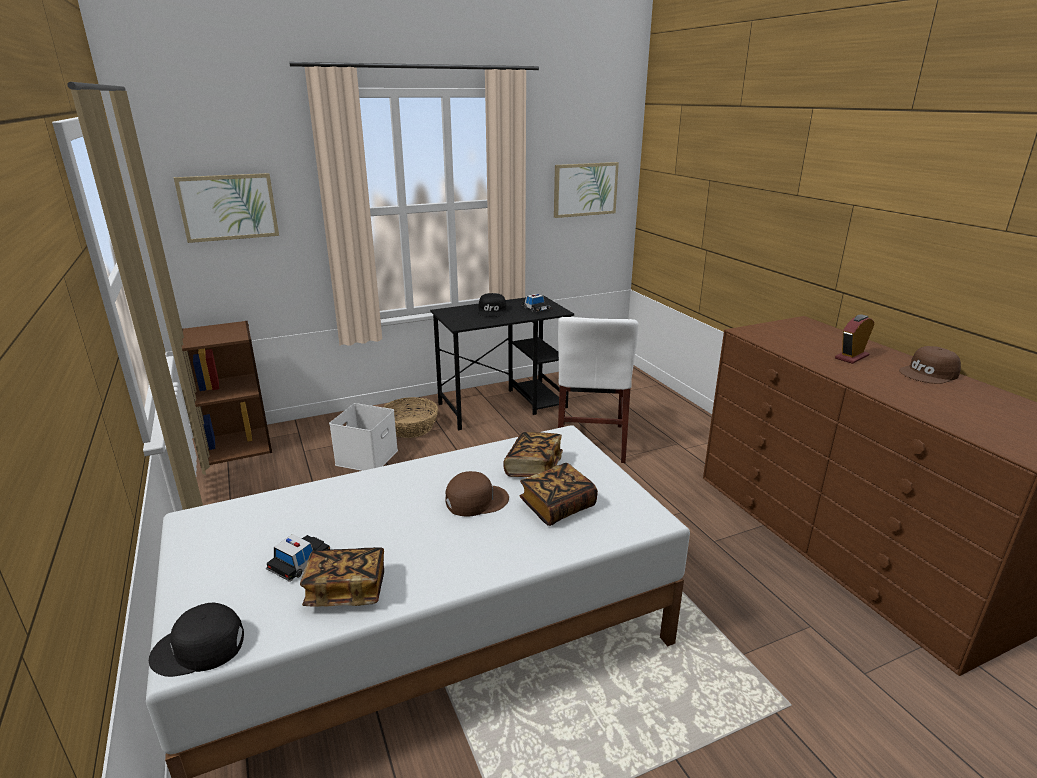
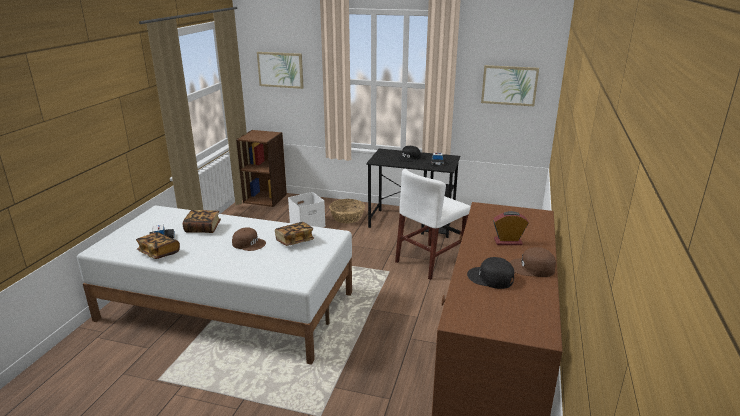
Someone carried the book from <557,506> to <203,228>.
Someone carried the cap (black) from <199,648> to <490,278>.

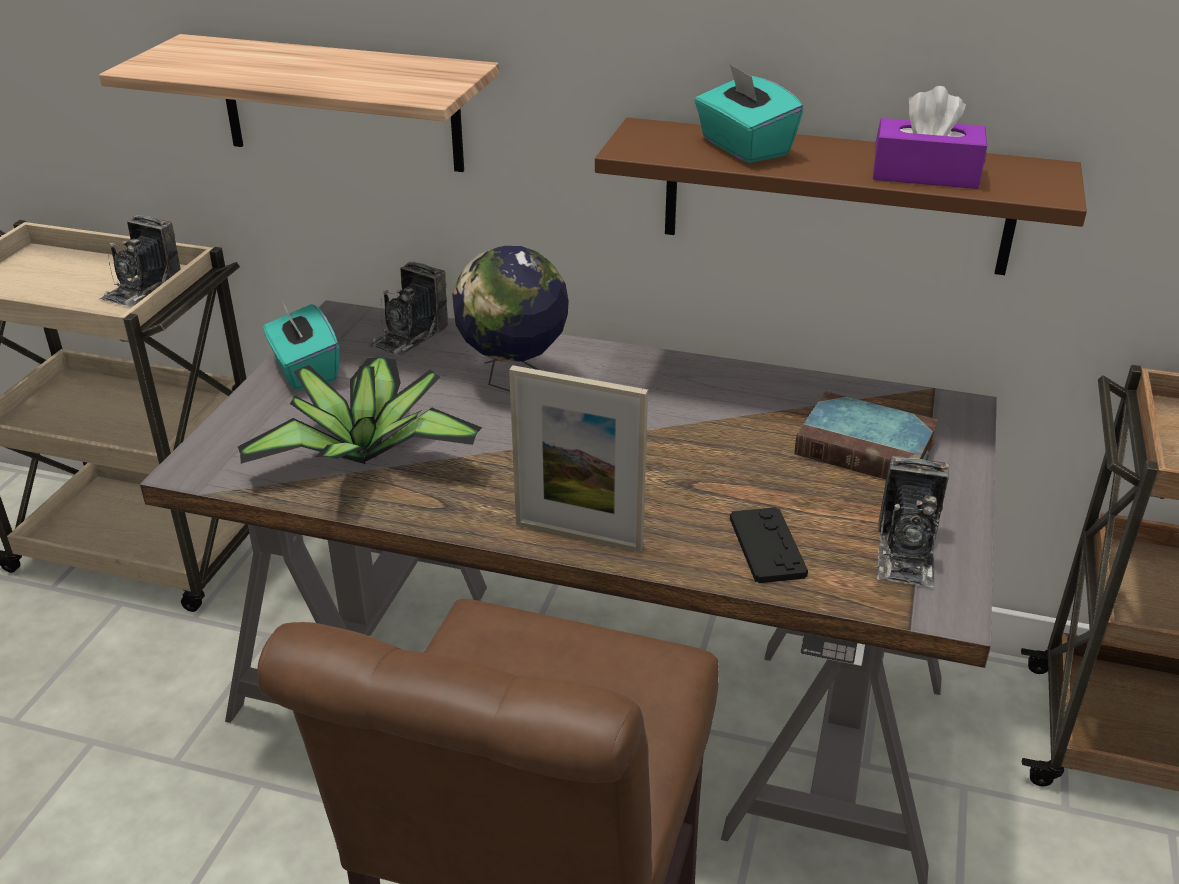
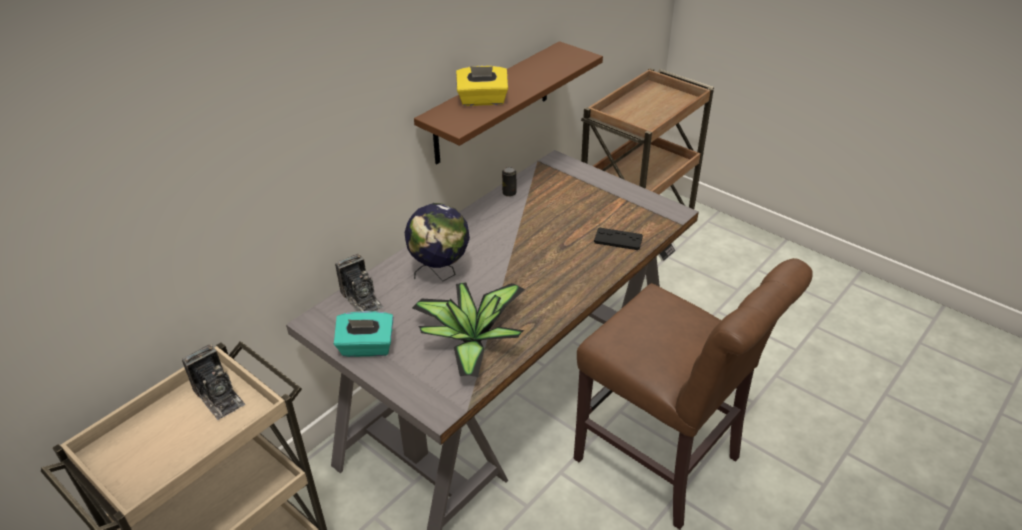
Someone took away the bracket shelf at <340,103>.
Someone repainted the tissue holder (blue-green) at <743,147>, which became the tissue holder (yellow-coloured) at <482,100>.
Someone took away the tissue holder (purple) at <925,174>.
Someone took away the photo frame at <578,535>.
Someone took away the book at <868,448>.
Someone took away the photo camera at <906,552>.
Someone put down the metal can at <509,193>.

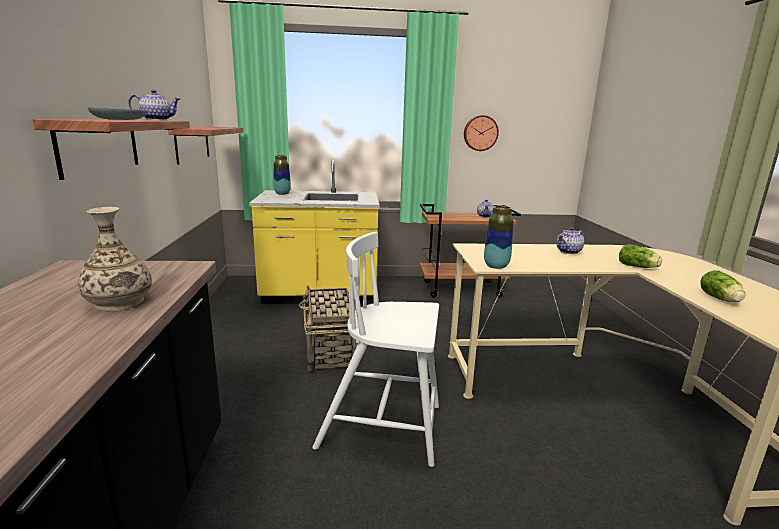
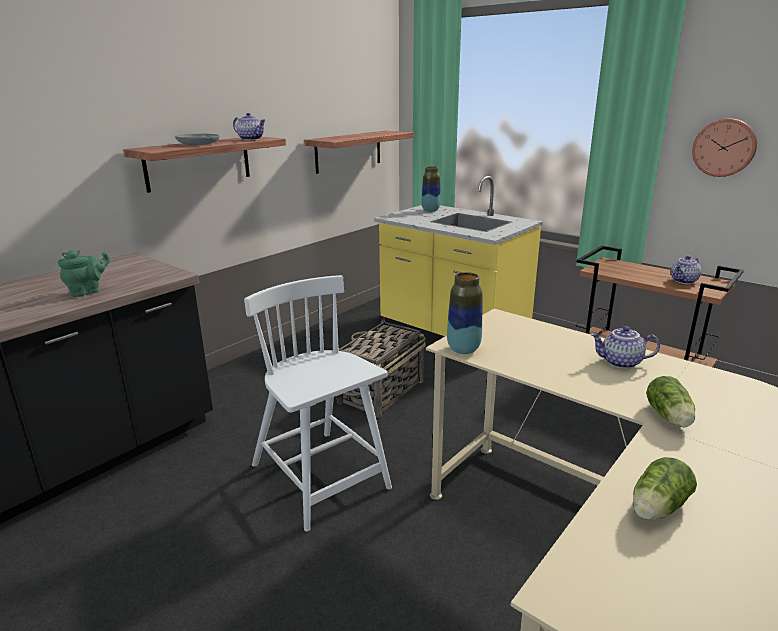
Someone swapped the decorative vase at <119,302> for the teapot (greenish) at <88,292>.

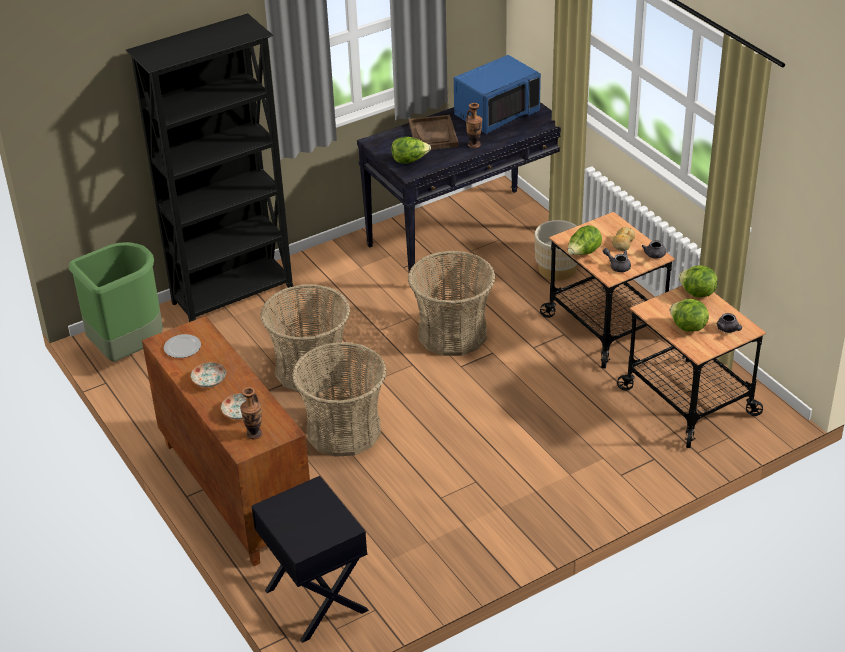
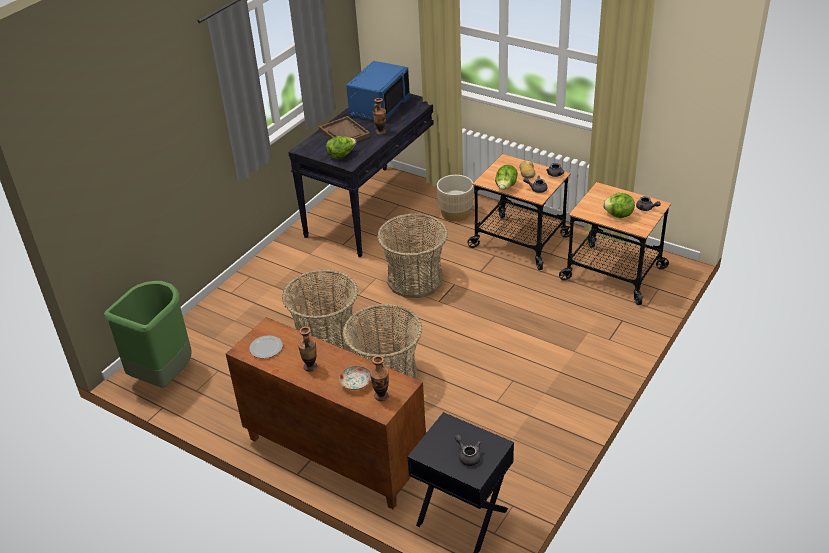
Someone took away the shelving unit (black) at <234,296>.
Someone took away the lettuce head at <697,293>.
Someone swapped the flat dish at <209,381> for the decorative vase at <310,366>.
Someone put down the teapot (grey) at <468,456>.

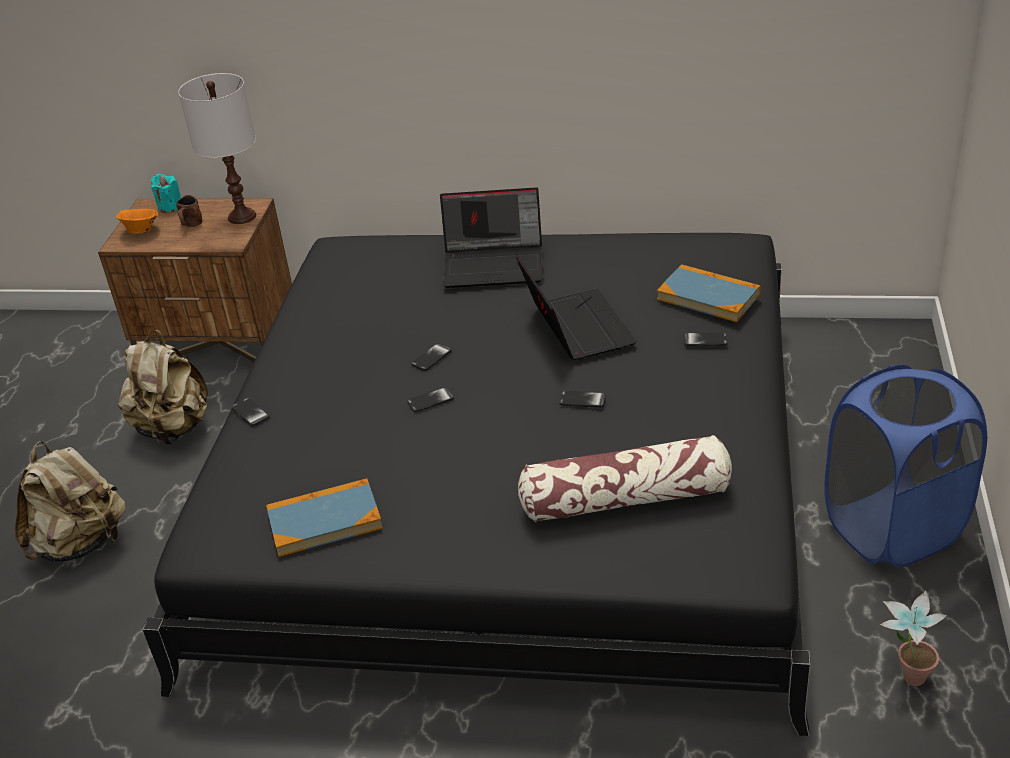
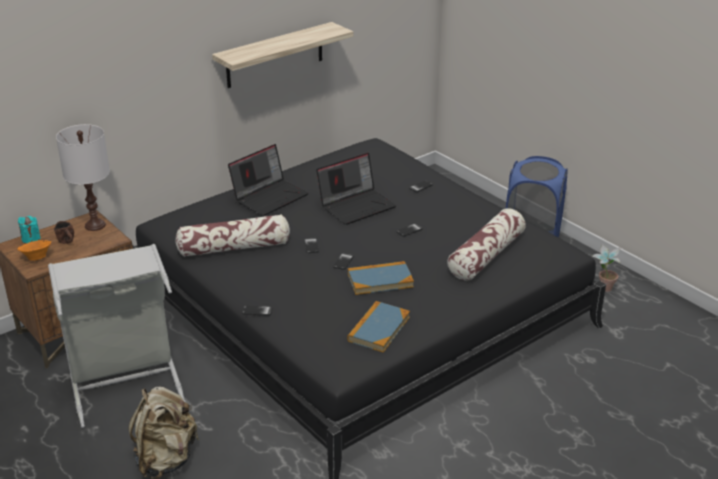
Someone rotated the portable computer at <574,327> by 120 degrees clockwise.
Someone carried the book from <708,297> to <380,280>.
Someone swapped the knapsack (beige) at <173,428> for the washing basket (grey) at <125,381>.
Someone put up the bracket shelf at <275,55>.
Someone put down the cushion at <234,247>.

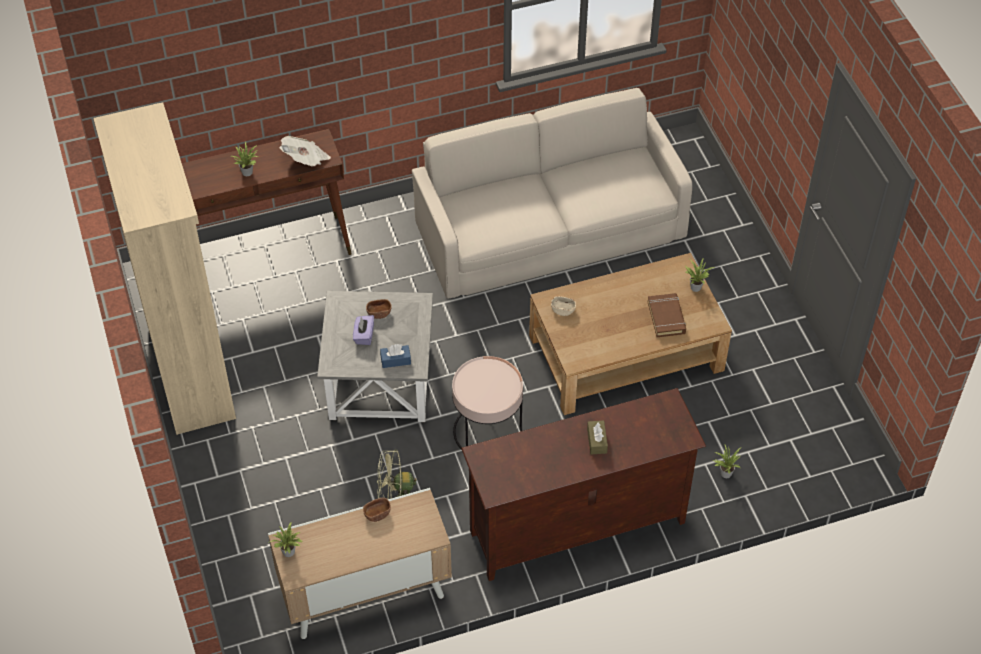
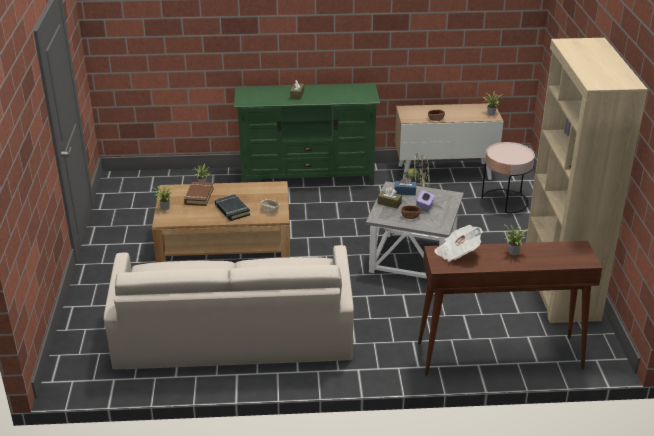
Someone carried the side table (pink-coloured) from <487,431> to <504,201>.
Someone repainted the tv unit (brown-coloured) at <577,528>, which became the tv unit (greenish) at <307,177>.
Someone put down the tissue holder (brown-coloured) at <389,203>.
Someone put down the book (black) at <232,210>.

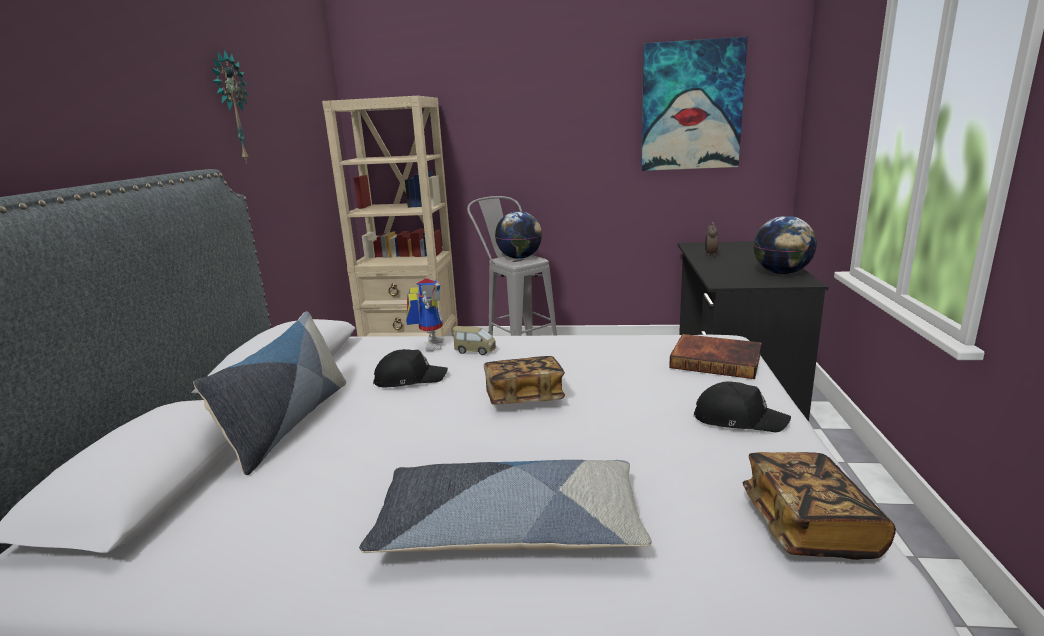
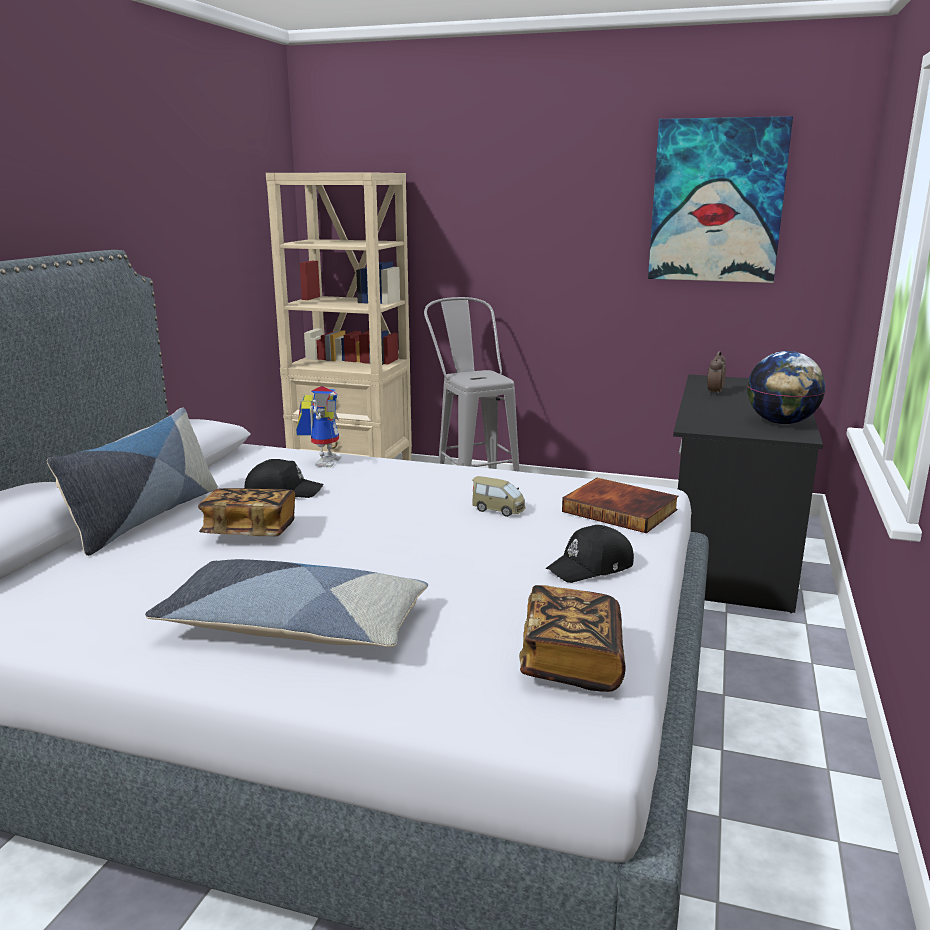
Someone took away the wall clock at <231,108>.
Someone took away the globe at <520,258>.
Someone carried the toy car from <475,350> to <498,510>.
Someone carried the book from <524,397> to <250,531>.
Someone rotated the cap (black) at <738,419> by 120 degrees clockwise.

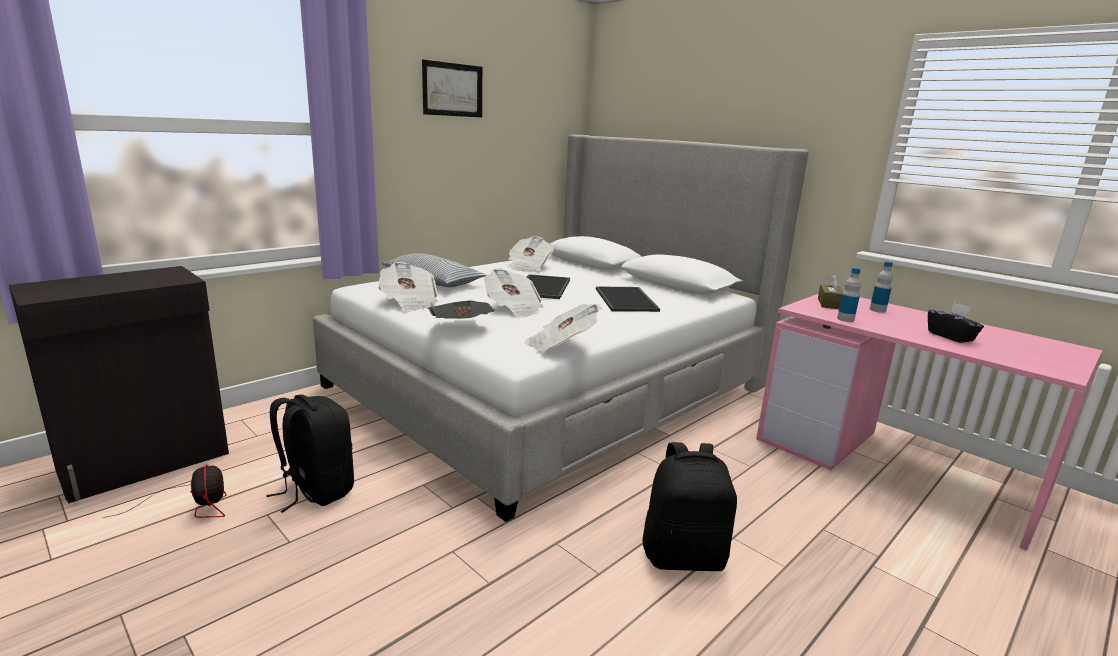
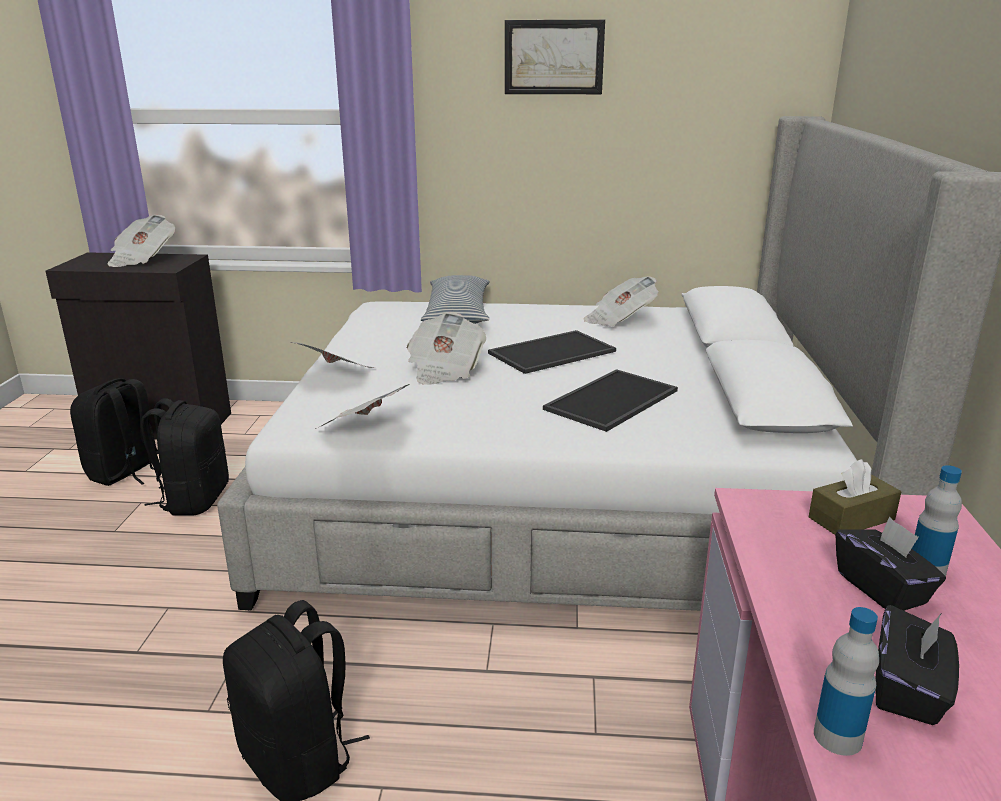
Someone carried the printed paper from <409,302> to <142,259>.
Someone carried the drink bottle from <845,319> to <837,737>.
Someone swapped the cooling fan at <194,505> for the knapsack (black) at <125,472>.
Someone put down the tissue holder (black) at <882,588>.

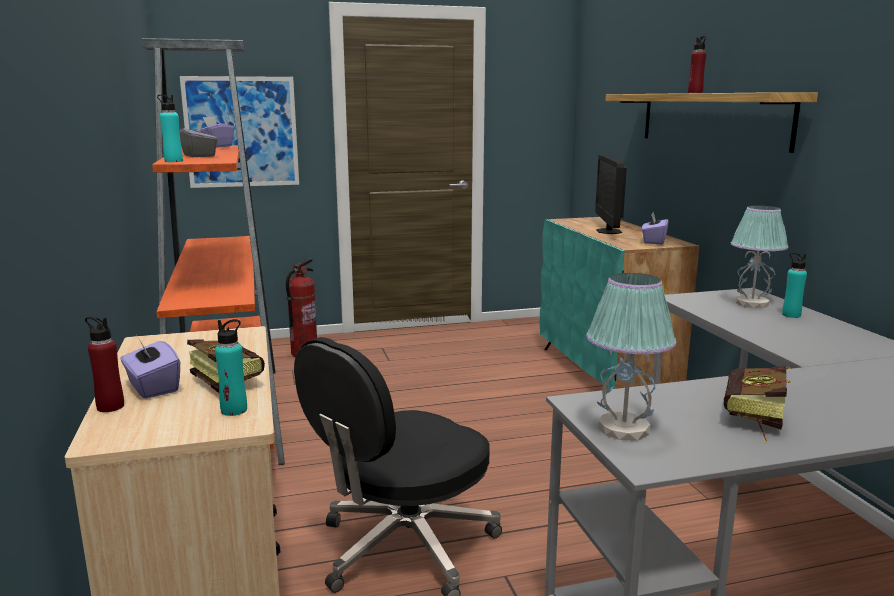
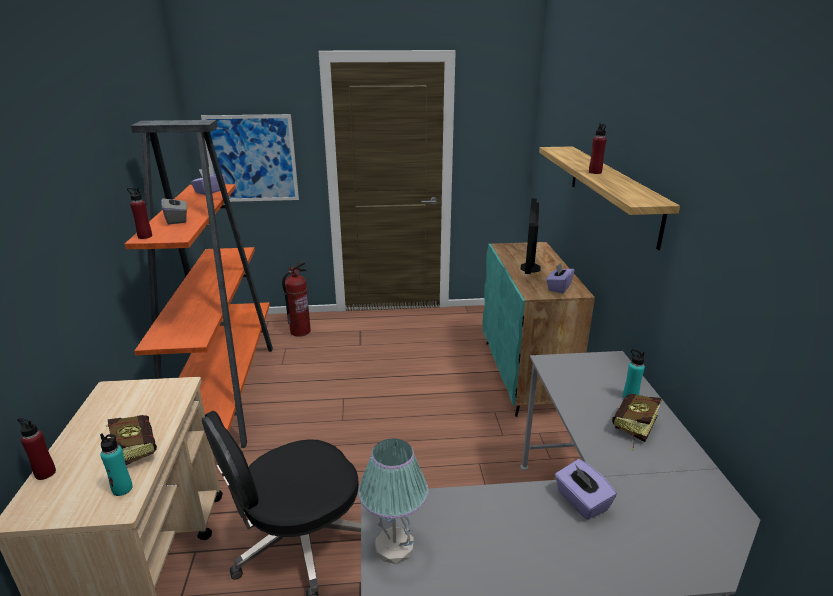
Someone repainted the drink bottle (blue-green) at <173,161>, which became the drink bottle (reddish) at <145,236>.
Someone took away the table lamp at <751,304>.
Someone carried the tissue holder (purple) from <152,387> to <581,501>.
Someone carried the book from <752,420> to <632,430>.

